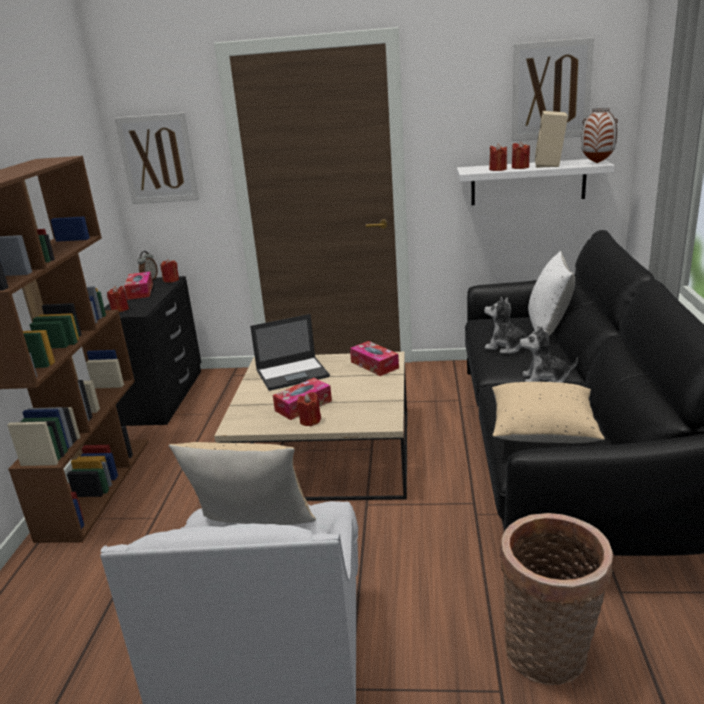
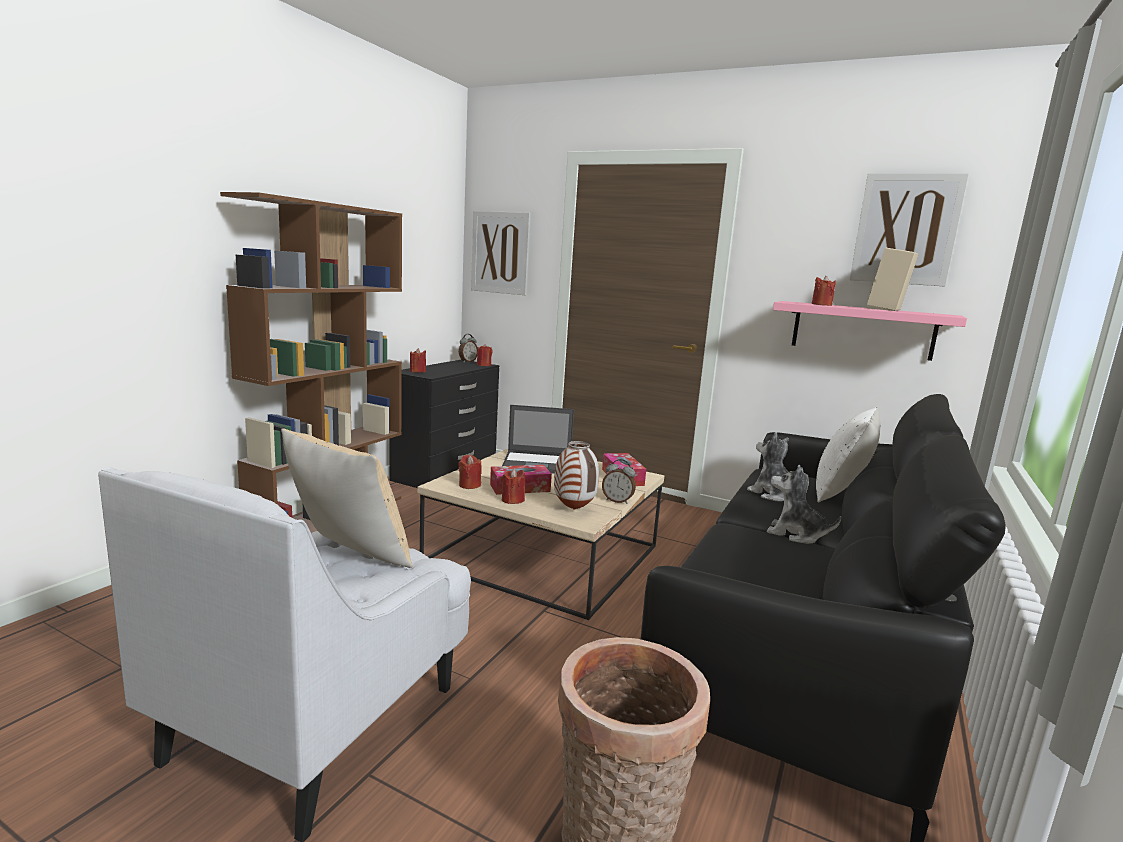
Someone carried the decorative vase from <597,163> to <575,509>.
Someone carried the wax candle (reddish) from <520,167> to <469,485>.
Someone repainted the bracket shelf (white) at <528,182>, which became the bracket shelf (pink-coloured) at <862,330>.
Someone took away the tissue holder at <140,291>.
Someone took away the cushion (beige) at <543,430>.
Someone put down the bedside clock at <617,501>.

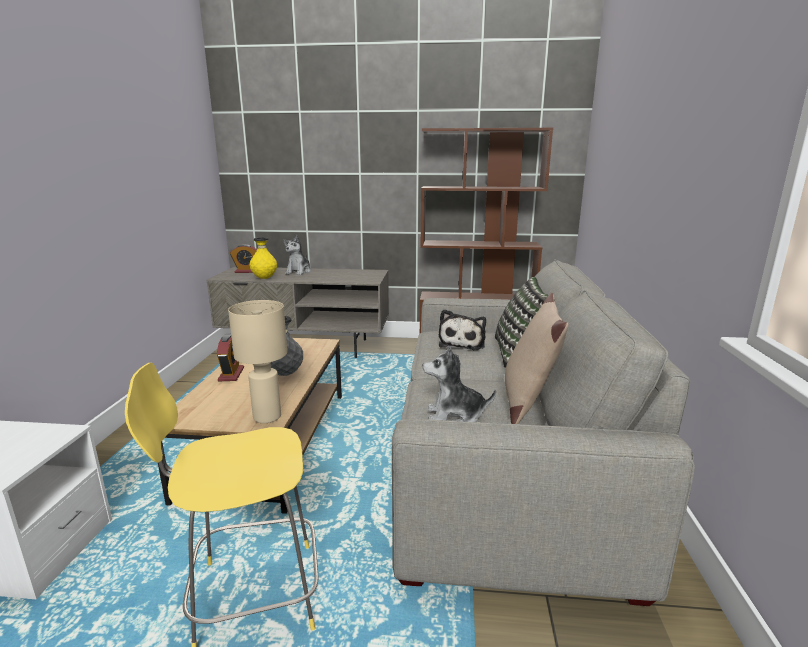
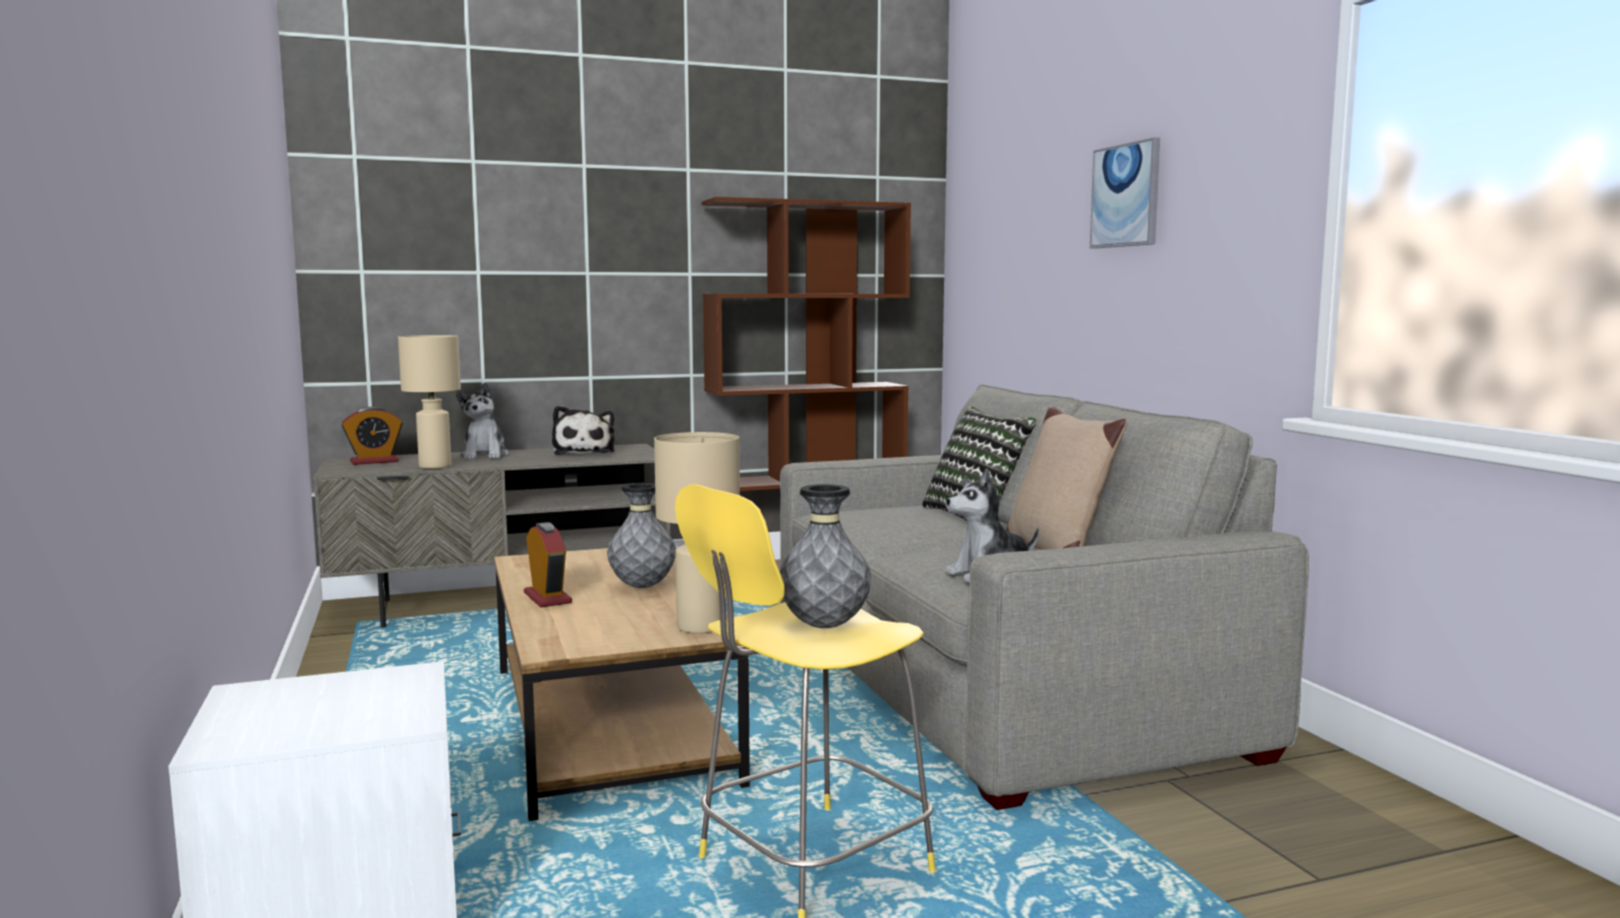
Someone swapped the decorative vase (yellow-coloured) at <264,278> for the table lamp (beige) at <436,466>.
Someone carried the plush toy from <462,343> to <584,452>.
Someone put up the wall picture at <1126,195>.
Someone put down the decorative vase (grey) at <824,626>.

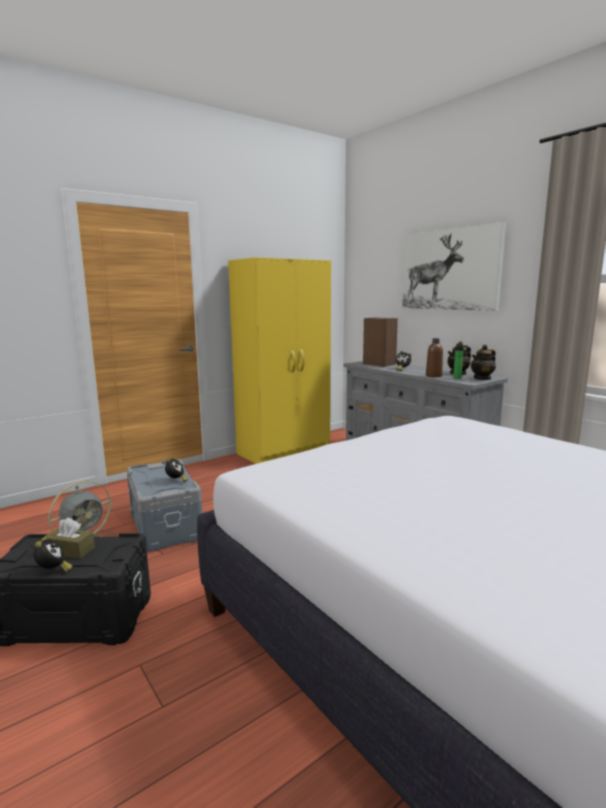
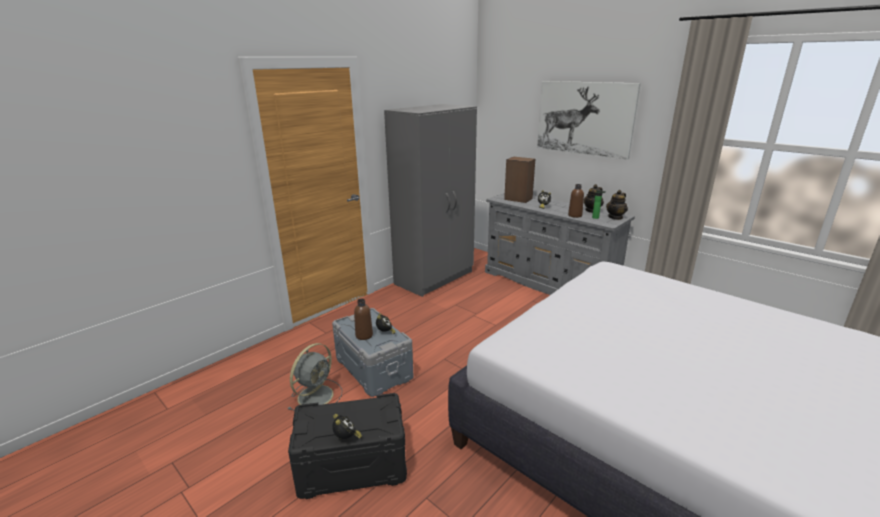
Someone repainted the clothes cupboard (yellow-coloured) at <285,451>, which became the clothes cupboard (grey) at <435,278>.
Someone took away the tissue holder (brown-coloured) at <70,550>.
Someone put down the drink bottle (brown-coloured) at <364,335>.

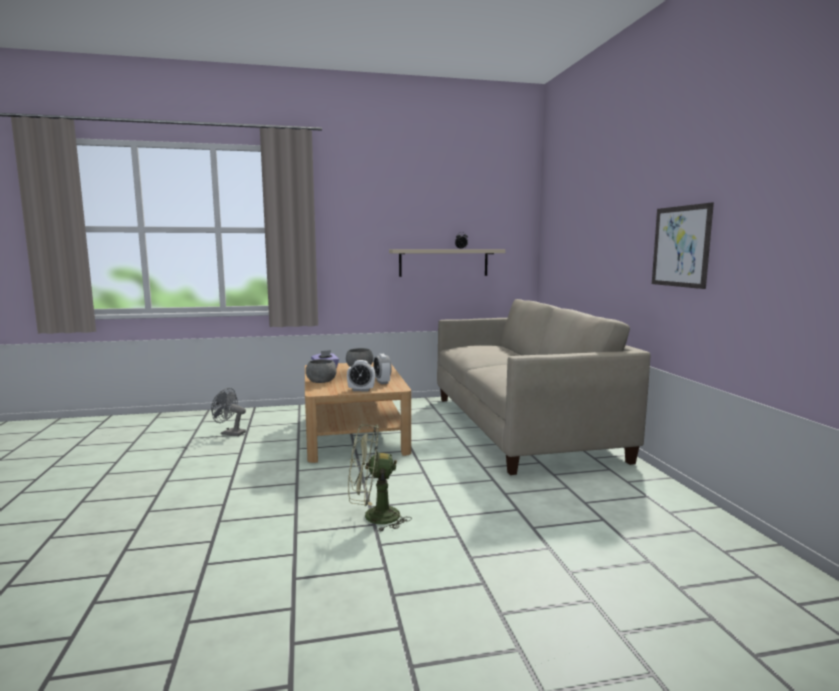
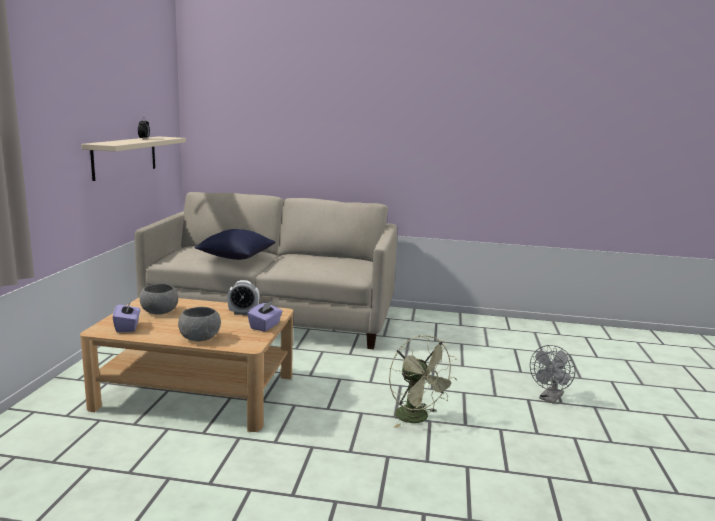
Someone took away the wall picture at <681,246>.
Someone swapped the bedside clock at <361,390> for the tissue holder (purple) at <265,326>.
Someone carried the cooling fan (grey) from <229,433> to <549,398>.
Someone rotated the cooling fan (greenish) at <373,517> by 45 degrees counterclockwise.
Someone put down the cushion (blue) at <236,257>.

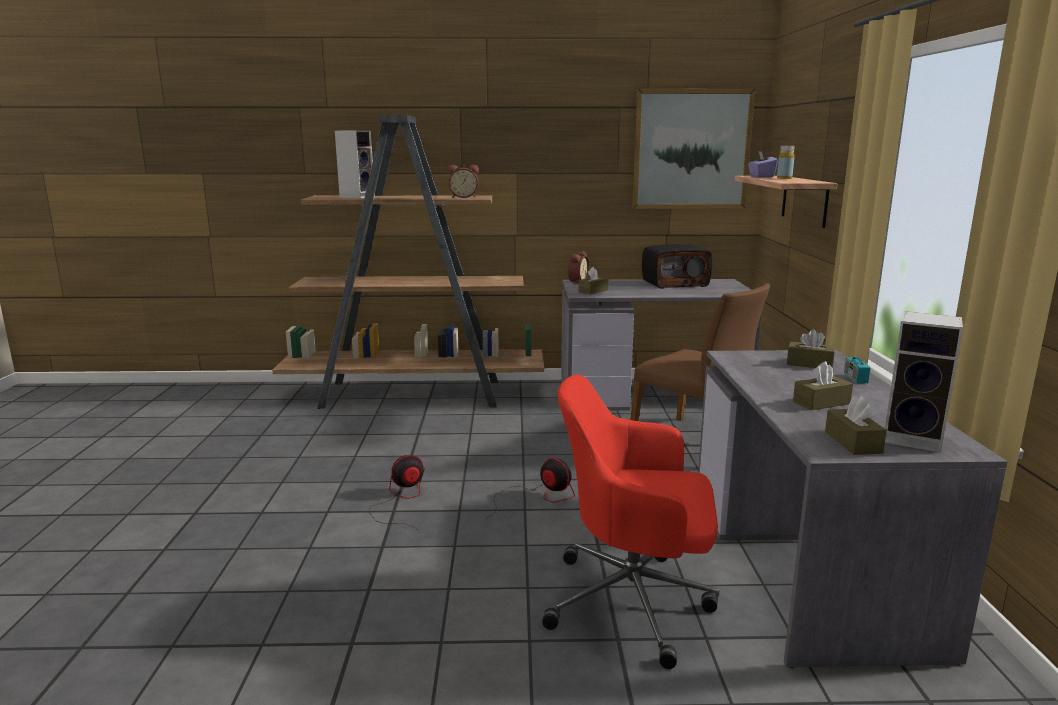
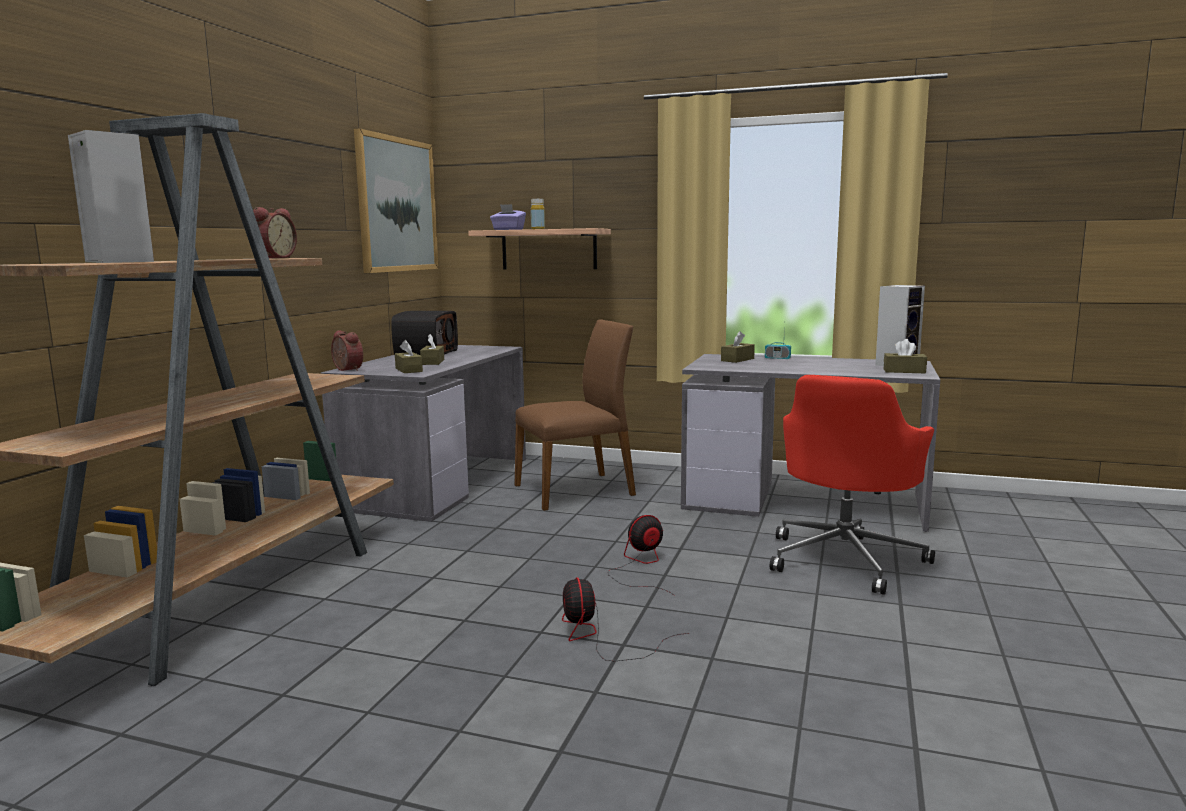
Someone carried the tissue holder (brown-coloured) from <821,403> to <432,362>.

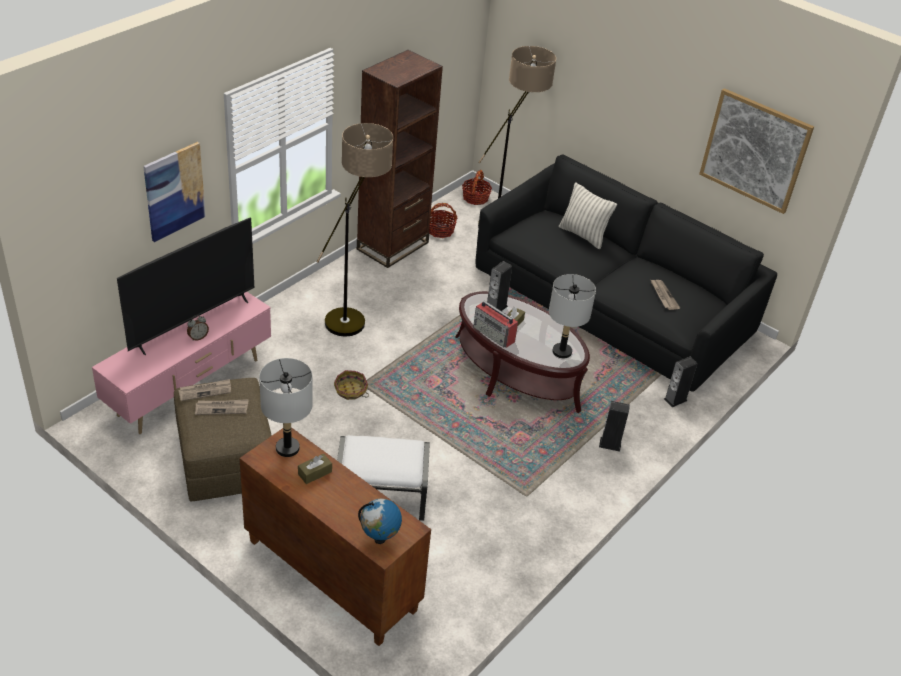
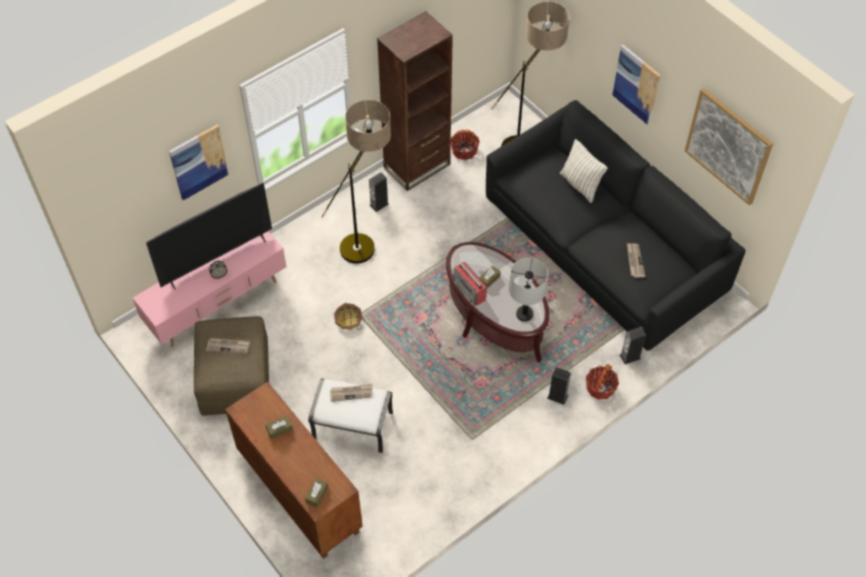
Someone carried the basket from <475,198> to <600,387>.
Someone carried the audio speaker from <496,307> to <379,204>.
Someone took away the table lamp (grey) at <287,448>.
Someone carried the printed paper from <205,391> to <351,393>.
Someone swapped the globe at <379,539> for the tissue holder (brown-coloured) at <317,494>.
Someone put up the wall picture at <636,84>.

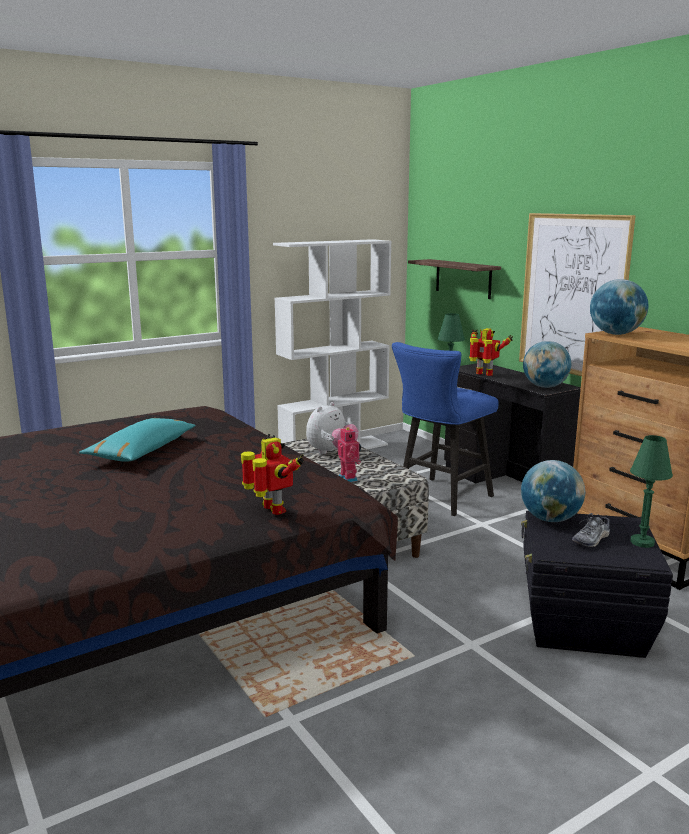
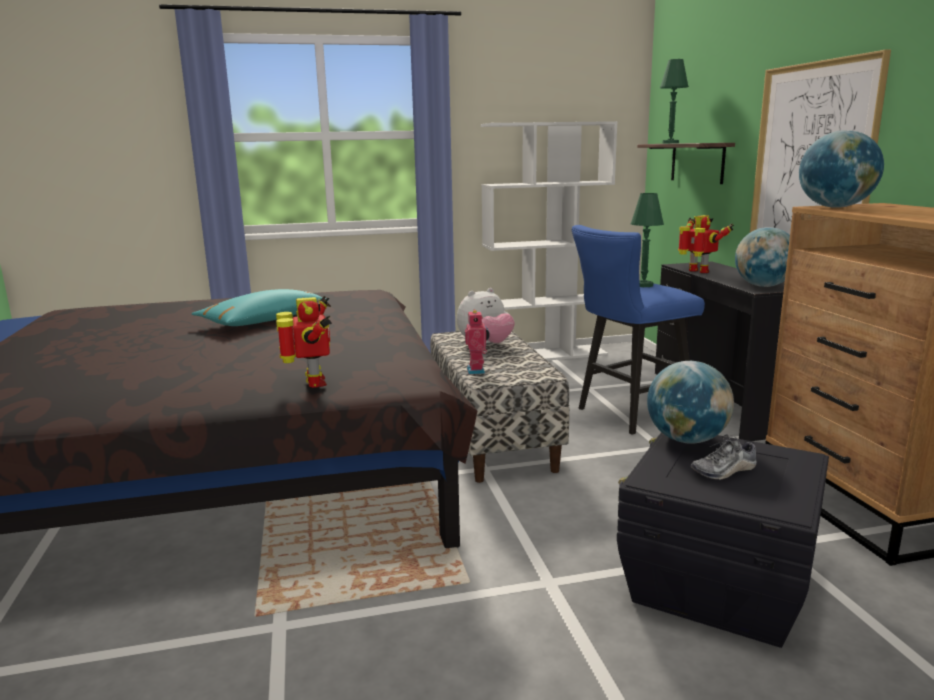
Someone carried the table lamp (greenish) from <642,542> to <670,143>.

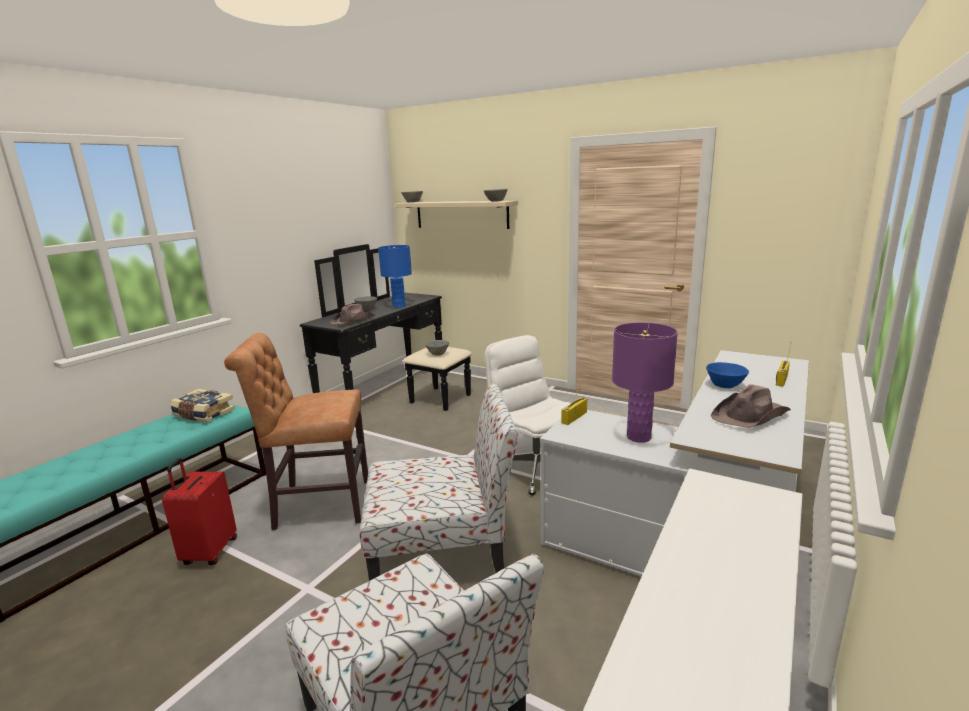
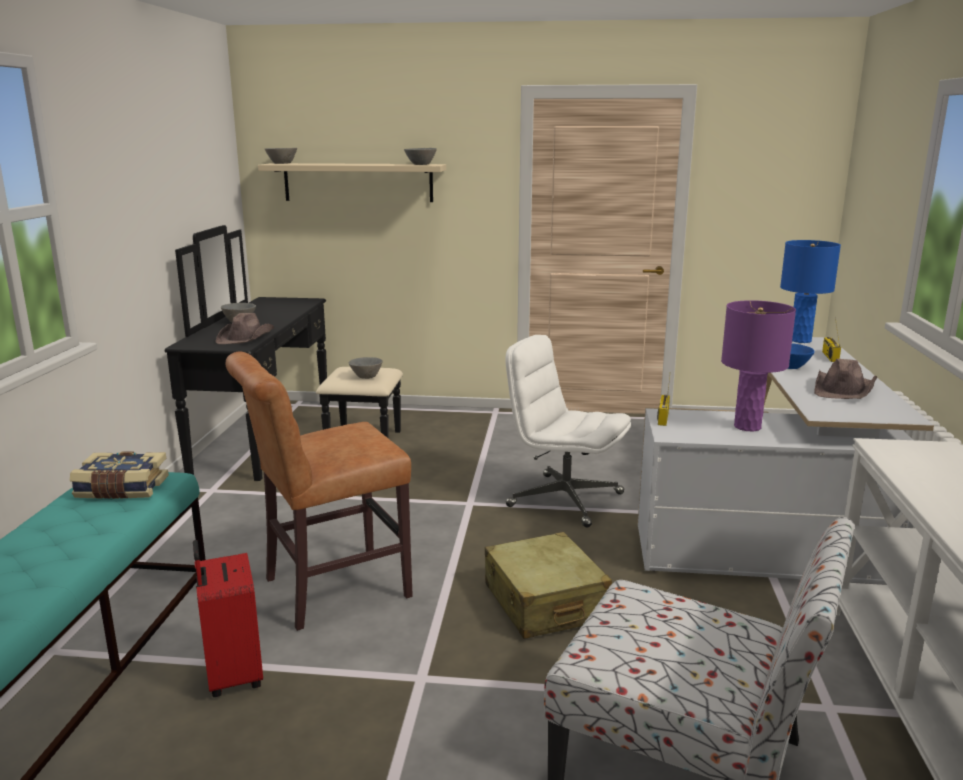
Someone carried the table lamp (blue) from <399,306> to <800,340>.
Someone swapped the chair at <443,551> for the piece of luggage (beige) at <545,603>.

